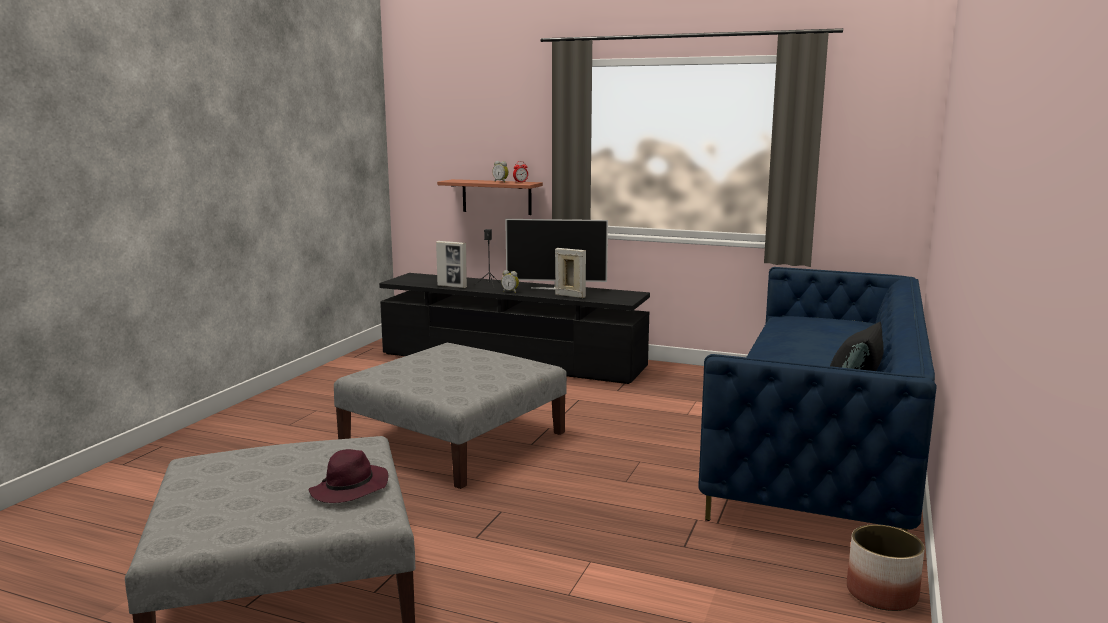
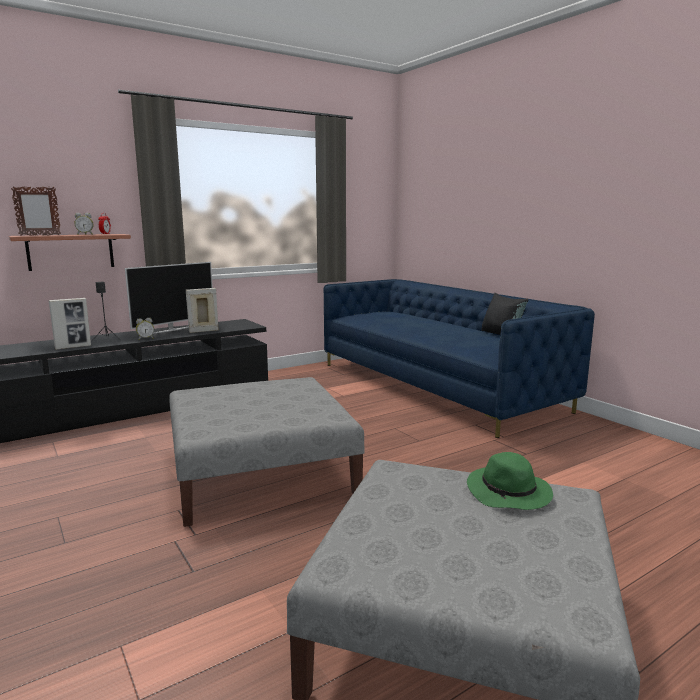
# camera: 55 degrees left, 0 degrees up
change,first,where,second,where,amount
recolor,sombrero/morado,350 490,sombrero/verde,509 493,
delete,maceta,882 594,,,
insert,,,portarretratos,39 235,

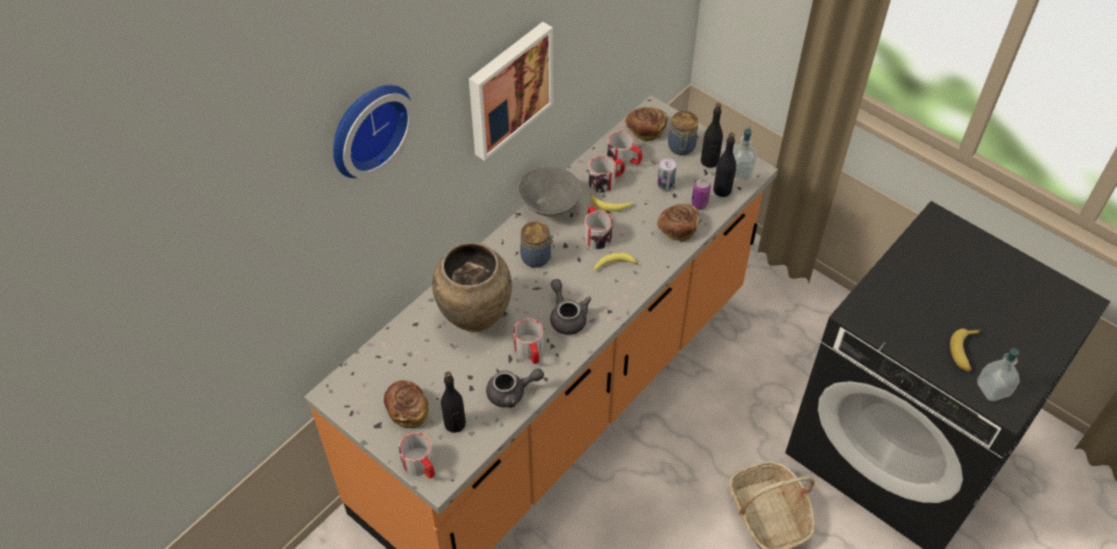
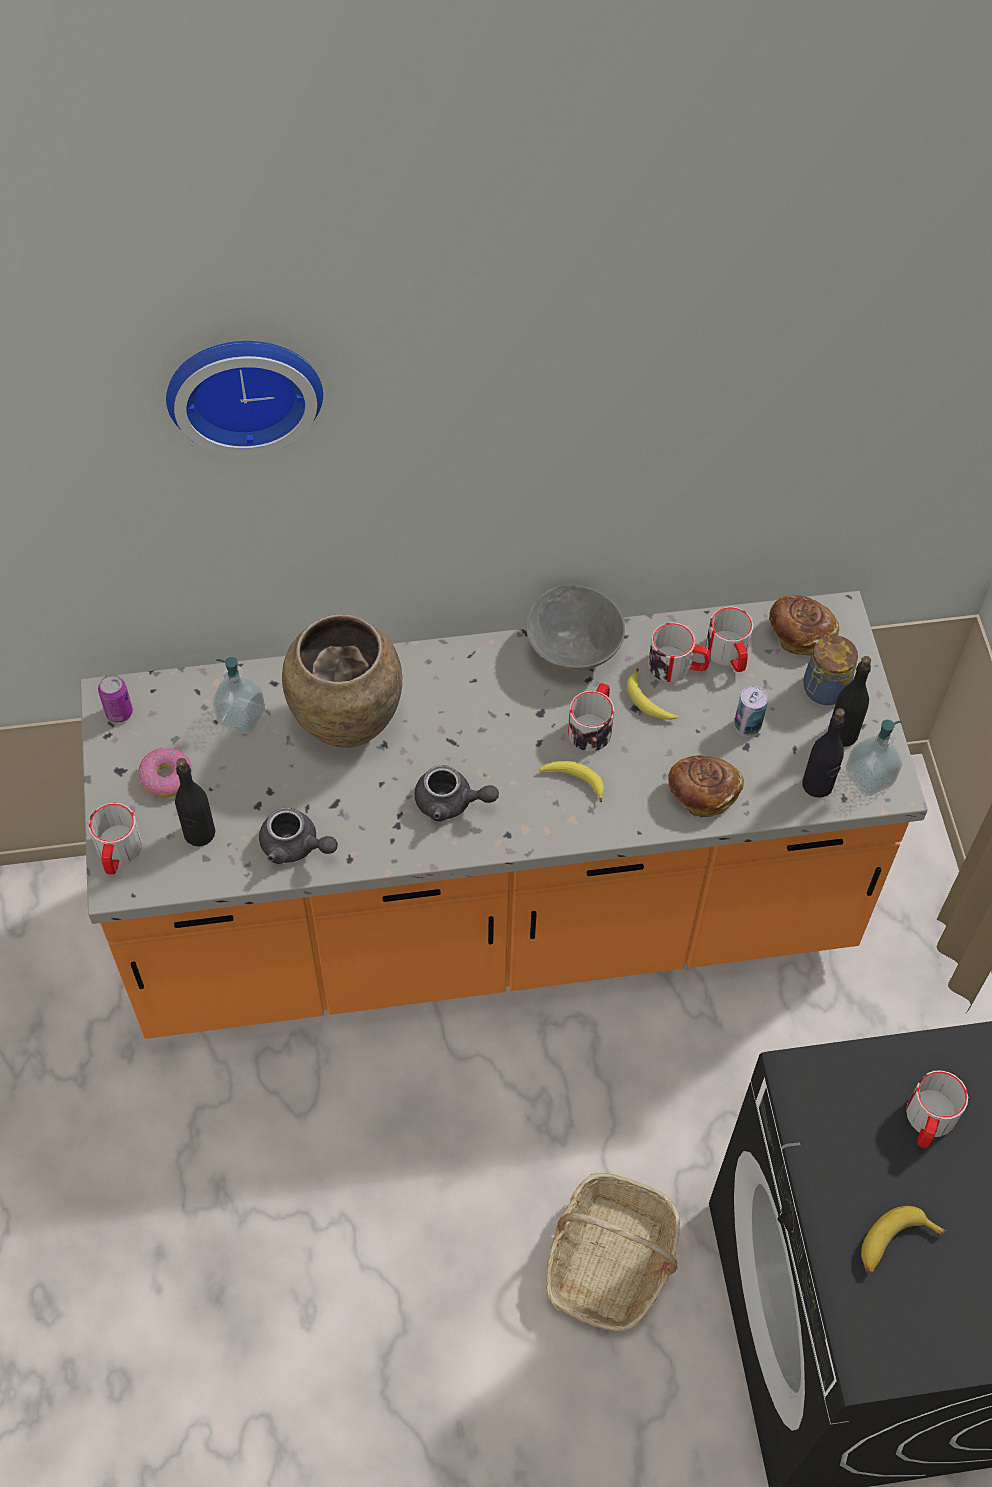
# camera: 40 degrees right, 5 degrees up
change,first,where,second,where,amount
replace,pan,407 410,rosquilla,166 777,
delete,cuadro,508 89,,,
move,taza grande,530 351,,928 1122,
delete,tarro,537 257,,,
rotate,tetera/gris,567 316,,451 803,90 degrees clockwise
move,lata,699 204,,119 712,
move,dispensador de jabón,993 389,,241 716,

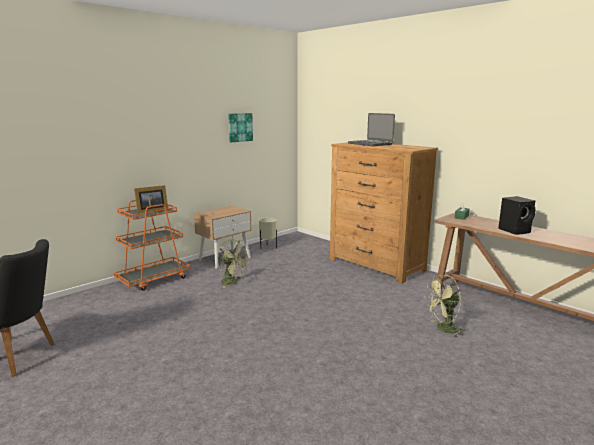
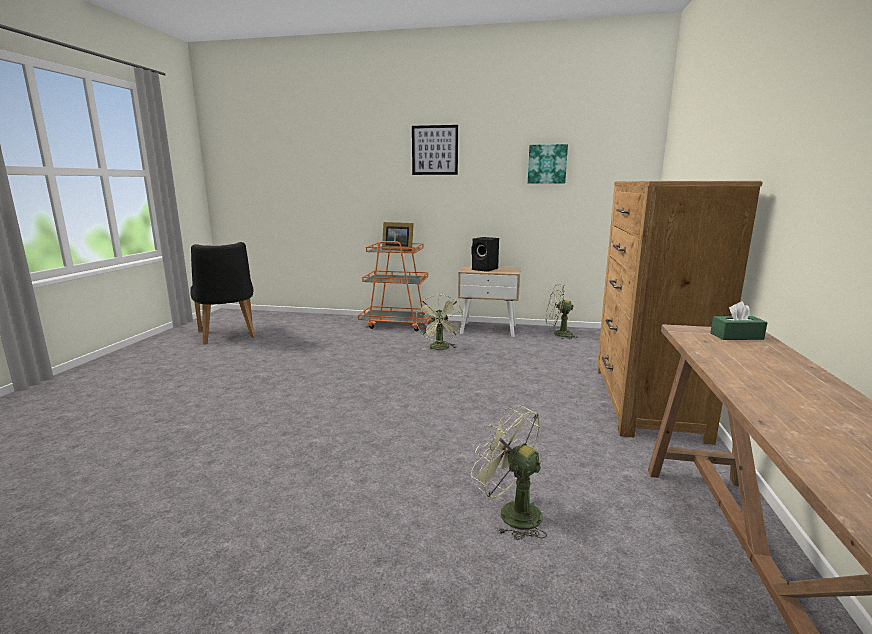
# camera: 55 degrees right, 0 degrees up
change,first,where,second,where,amount
replace,maceta/beis,268 247,ventilador/verde,558 334,
delete,portátil,370 144,,,
move,altavoz/negro,515 231,,485 269,
insert,,,cuadro,434 150,

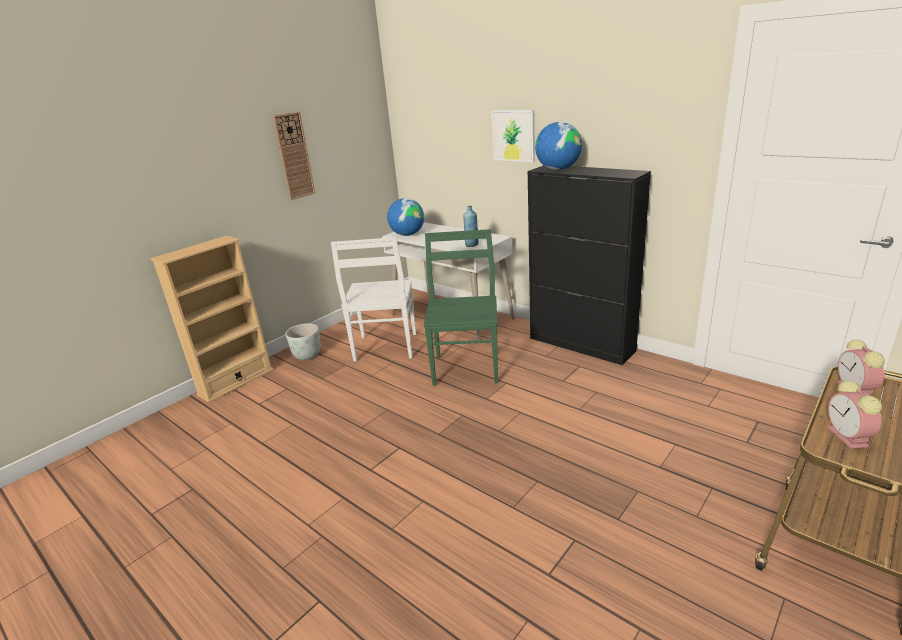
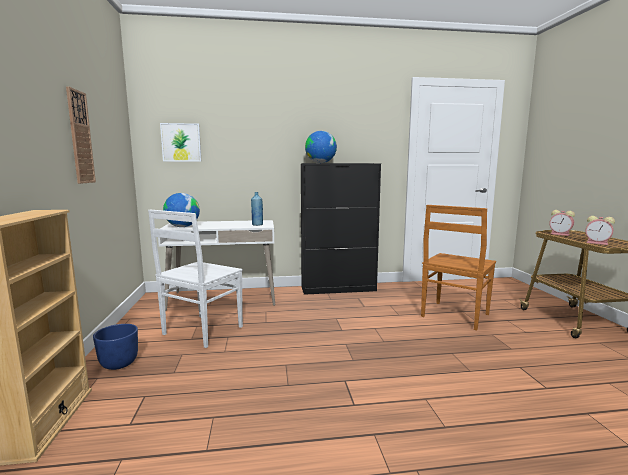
# camera: 50 degrees left, 15 degrees down
change,first,where,second,where,amount
recolor,maceta/gris,307 355,maceta/azul,119 364,
rotate,silla/blanco,385 348,,201 331,75 degrees clockwise
delete,silla/verde,466 368,,,
move,cuadro,513 135,,181 142,
insert,,,silla/marrón,454 316,

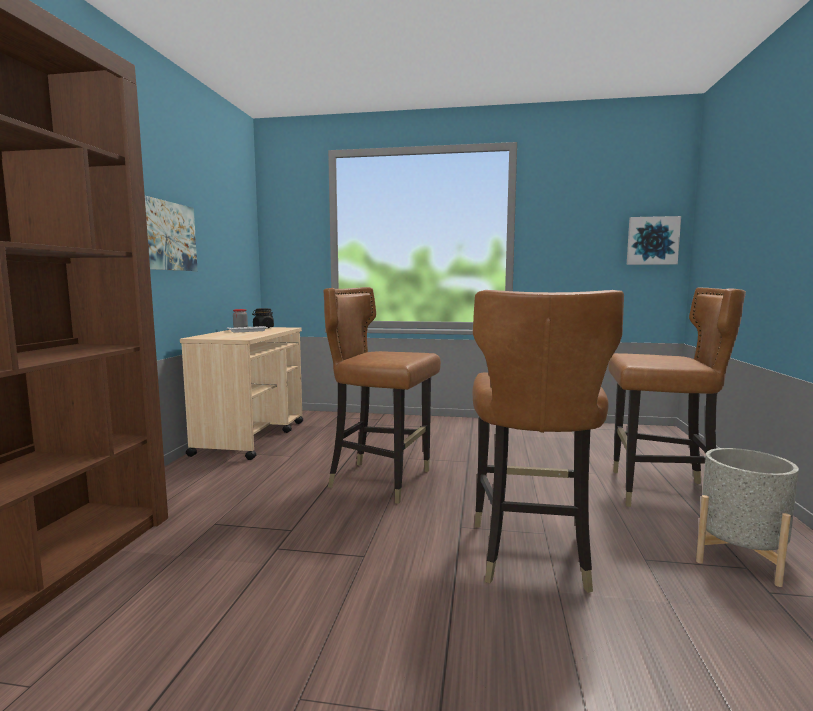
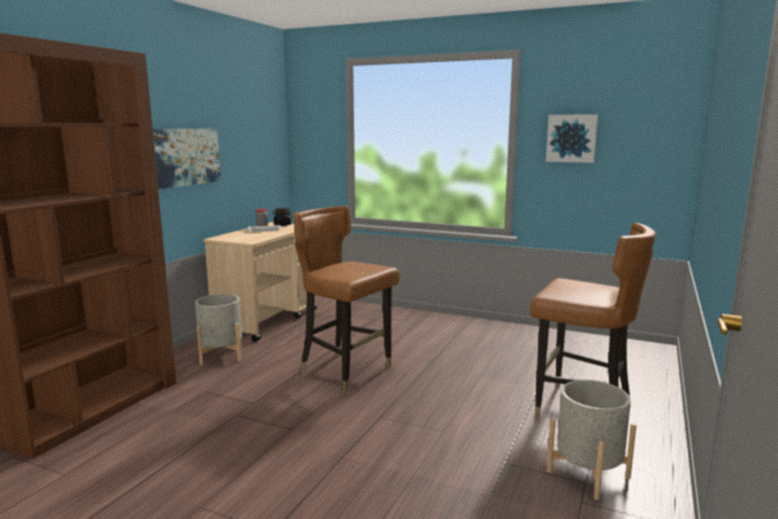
# camera: 15 degrees right, 5 degrees up
change,first,where,second,where,amount
delete,silla/marrón,531 553,,,
move,cuadro,652 241,,571 138,
insert,,,maceta/gris,221 355,

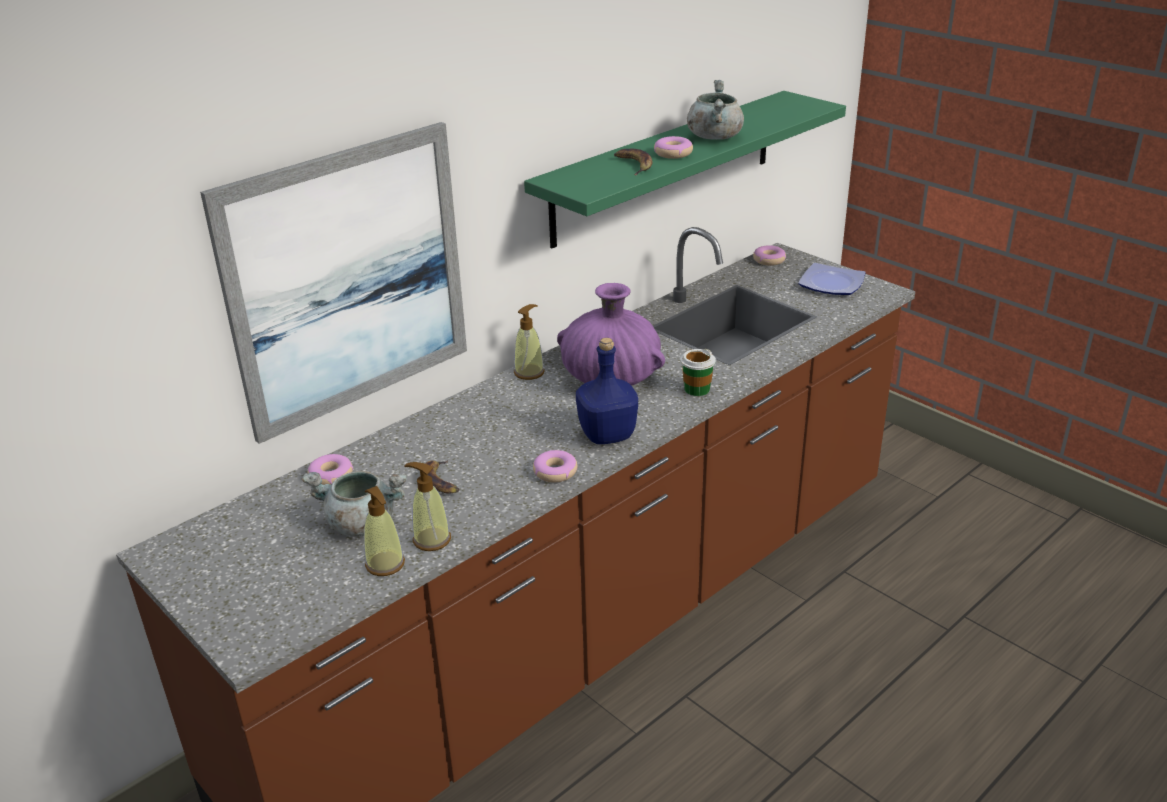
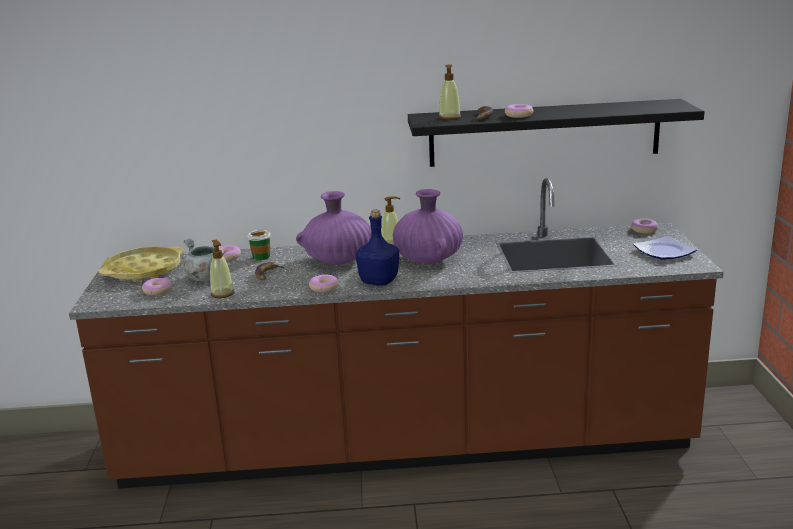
# camera: 40 degrees right, 10 degrees down
change,first,where,second,where,amount
delete,cuadro,348 280,,,
move,dispensador de jabón,385 564,,449 117,
recolor,estante/verde,665 167,estante/negro,544 133,
move,taza,696 389,,261 257,
delete,olla/gris,714 136,,,
insert,,,bandeja/amarillo,144 270,
insert,,,rosquilla,157 290,
insert,,,florero/morado,339 260,

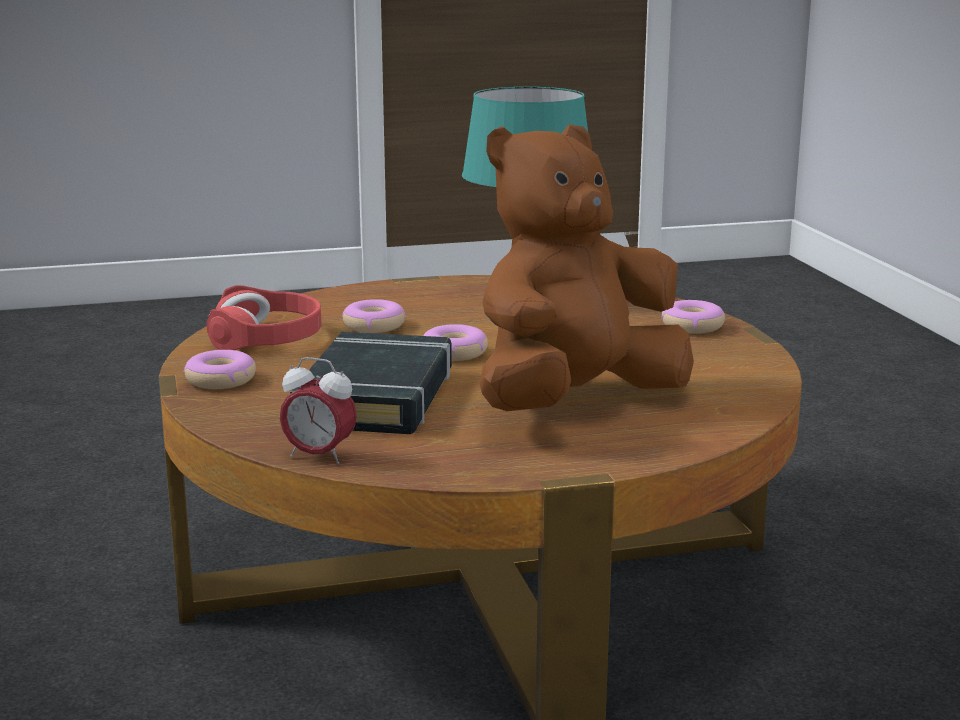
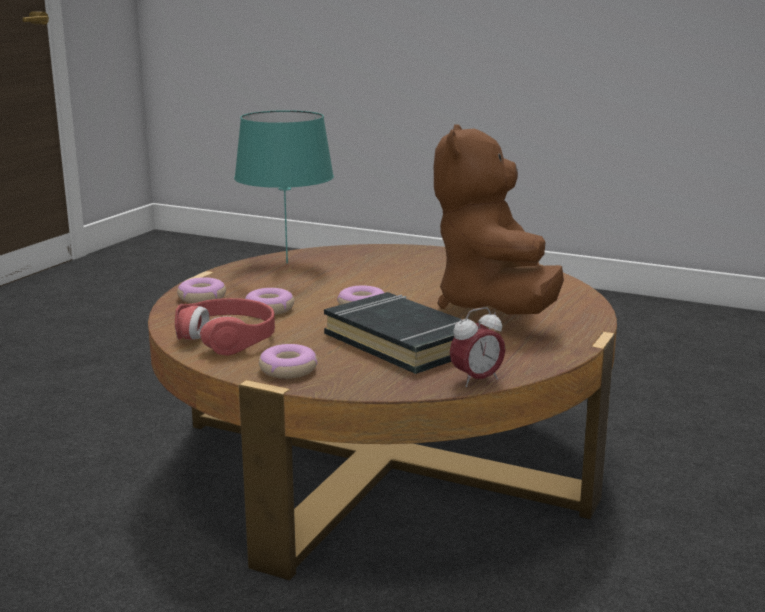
# camera: 50 degrees left, 0 degrees up
change,first,where,second,where,amount
move,rosquilla,692 326,,202 298,

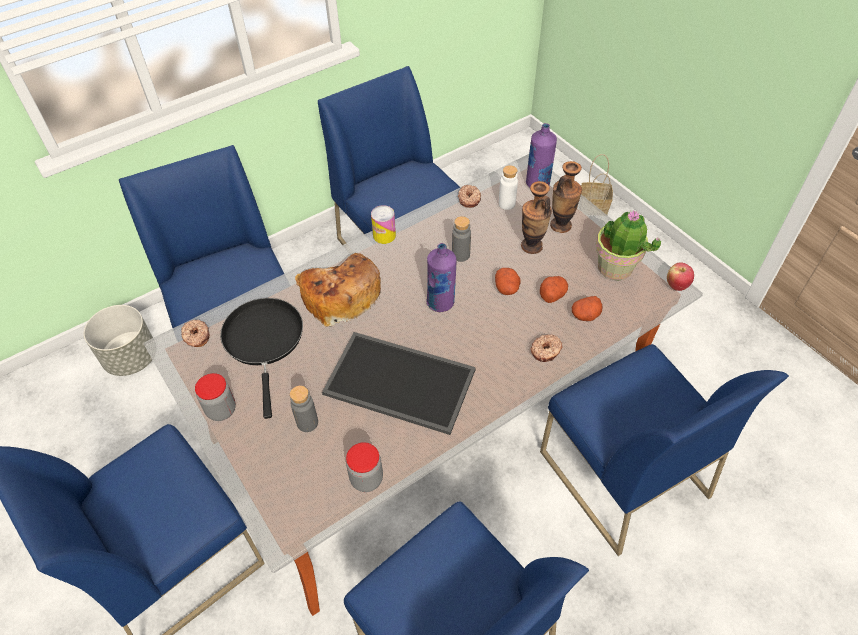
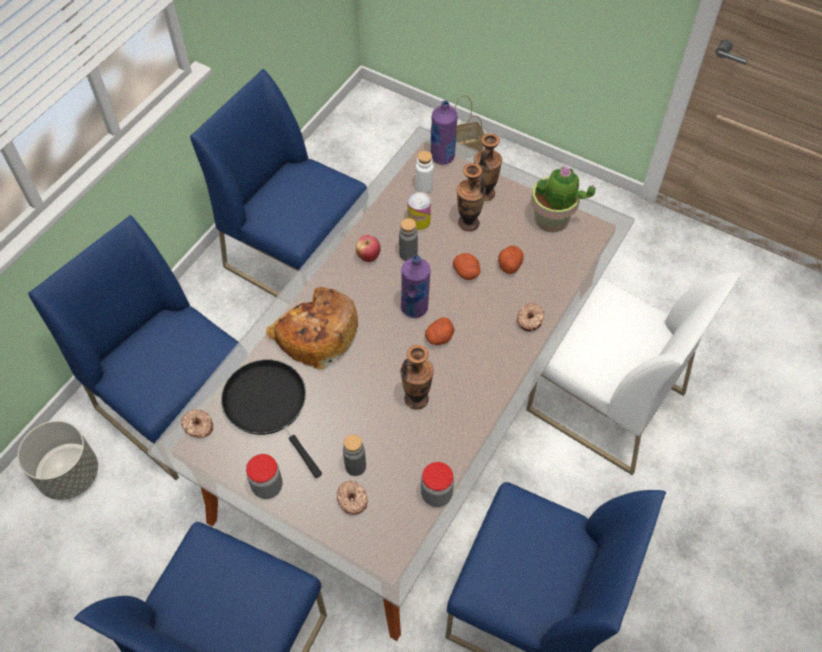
# camera: 25 degrees left, 5 degrees up
change,first,where,second,where,amount
replace,bandeja,397 383,florero,416 399,
move,lata,384 235,,419 220,
move,rosquilla,469 199,,352 500,
recolor,silla/azul,621 473,silla/blanco,604 401,
move,patata,585 315,,439 337,
move,manzana,676 285,,368 256,

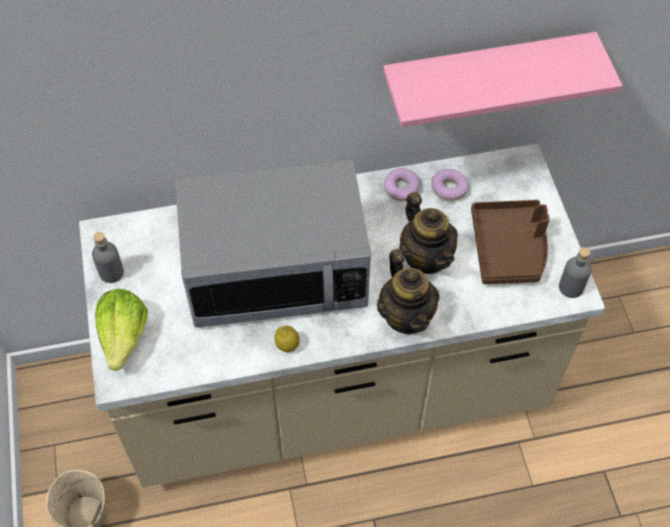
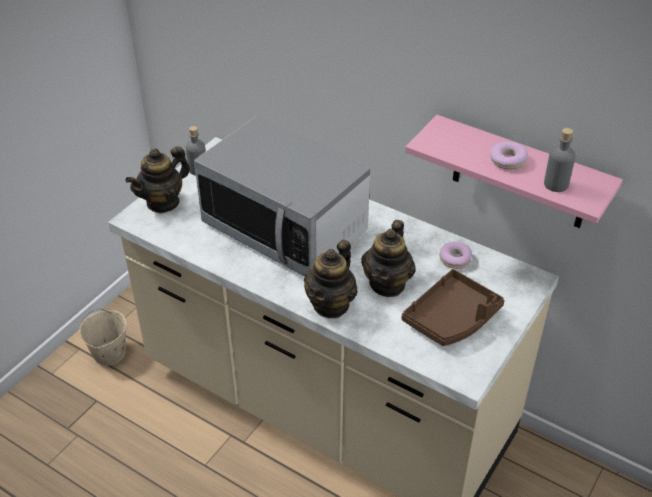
# camera: 45 degrees right, 15 degrees down
change,first,where,second,where,amount
replace,lechuga,124 337,tetera,163 202,
delete,limón,287 345,,,
move,rosquilla,401 188,,507 160,
move,botella/gris,571 287,,555 184,

